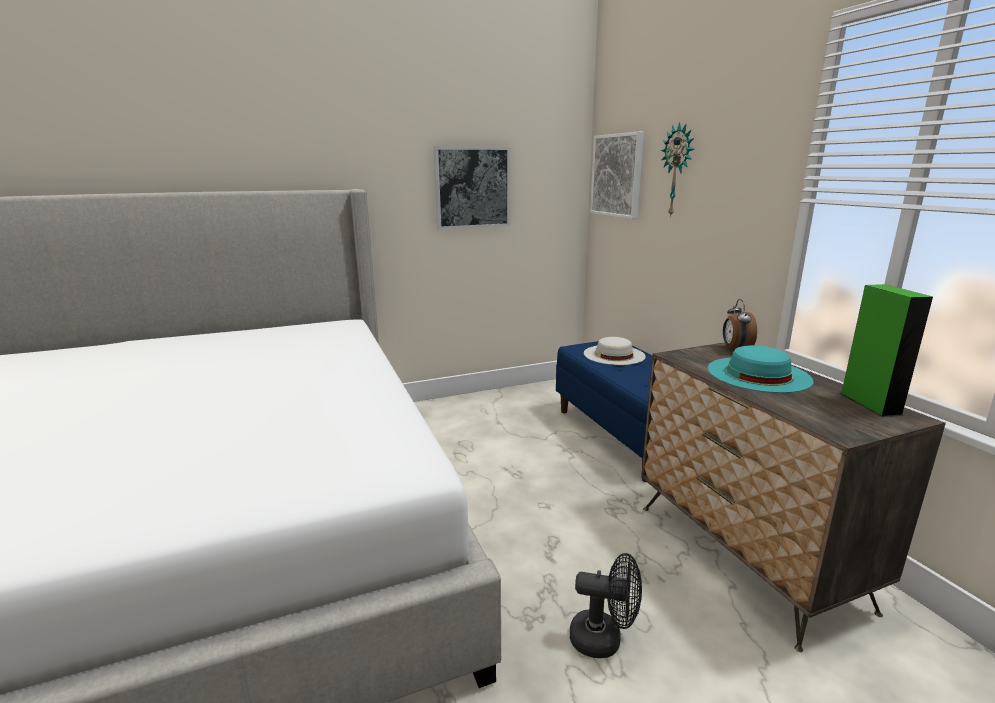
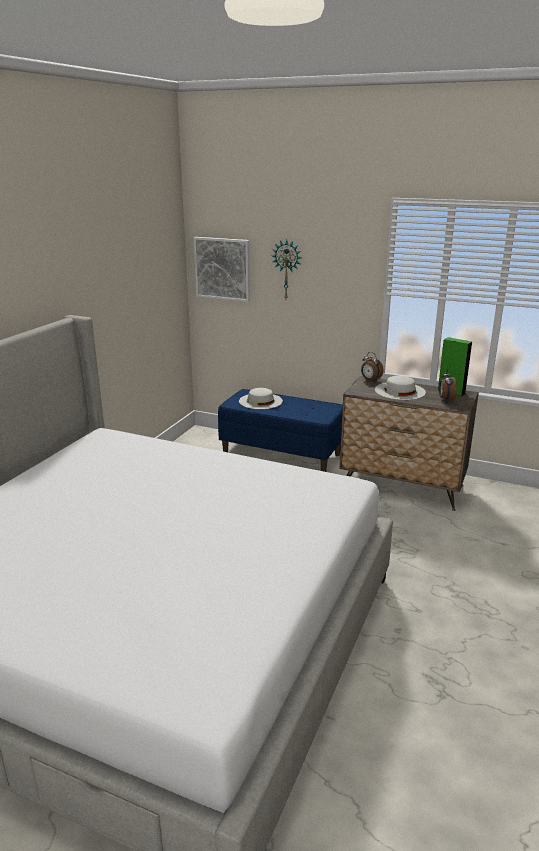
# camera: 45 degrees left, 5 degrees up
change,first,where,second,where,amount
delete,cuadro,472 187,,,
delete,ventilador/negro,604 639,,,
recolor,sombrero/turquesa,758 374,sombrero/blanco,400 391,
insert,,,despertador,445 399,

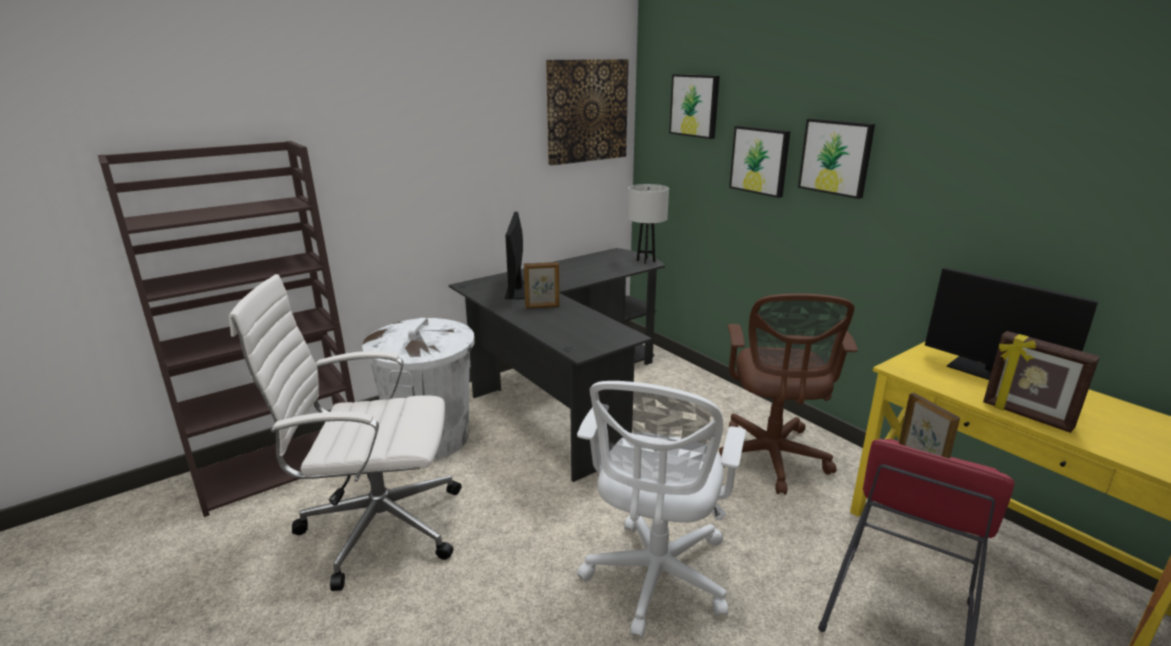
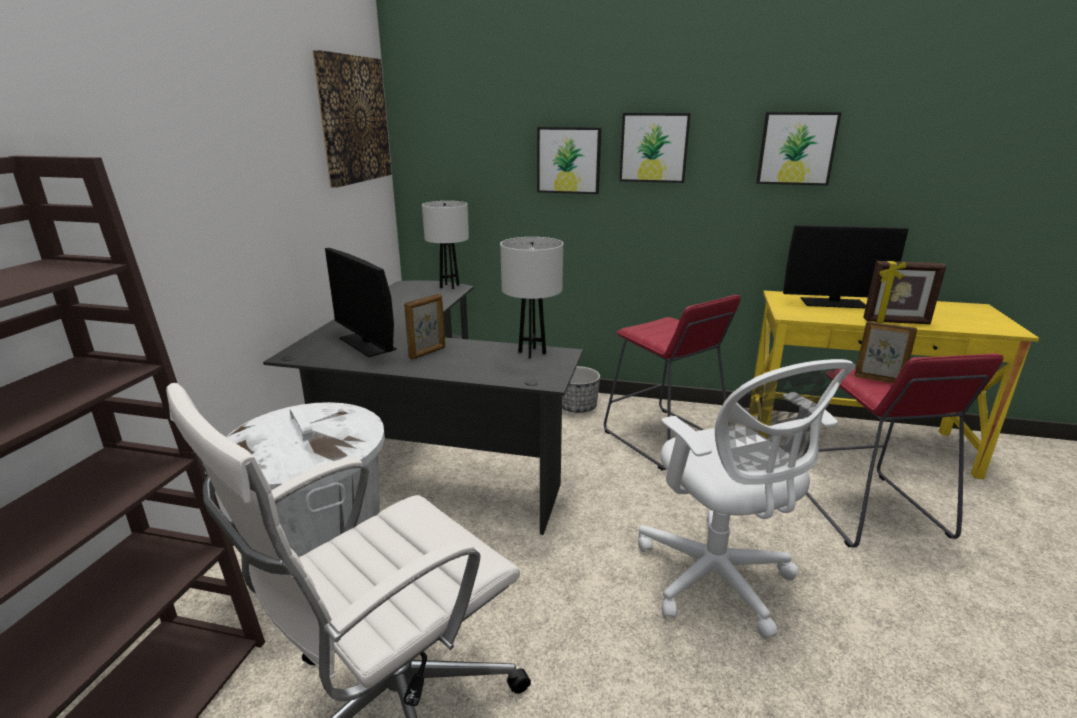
# camera: 40 degrees left, 0 degrees up
change,first,where,second,where,amount
move,cuadro,695 105,,796 148,
replace,silla de oficina/marrón,771 460,taburete/rojo,664 438,
insert,,,lámpara de mesa/blanco,532 353,
insert,,,maceta,577 407,

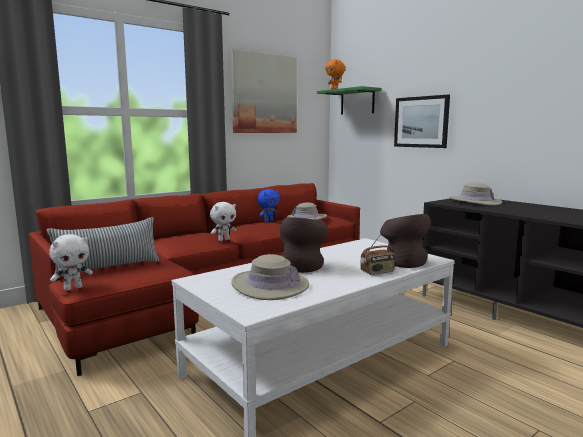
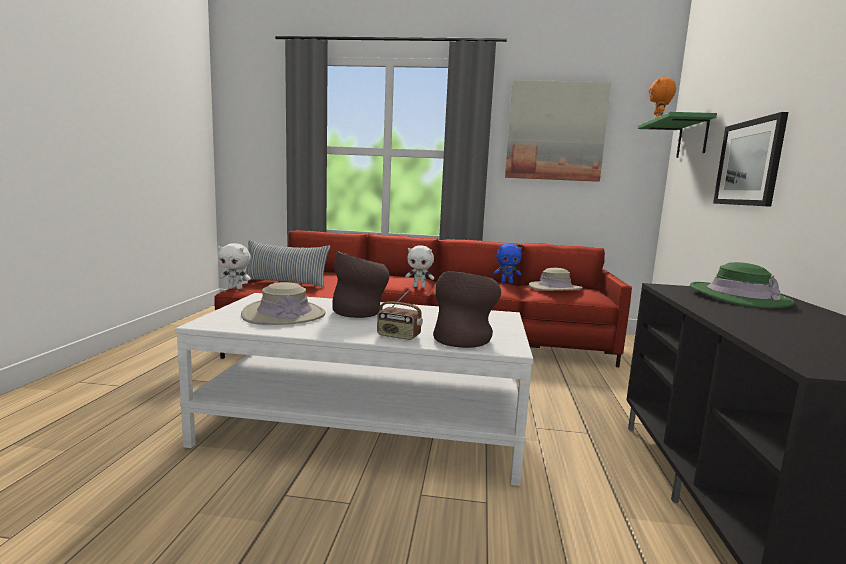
# camera: 45 degrees right, 0 degrees up
change,first,where,second,where,amount
recolor,sombrero/beis,474 201,sombrero/verde,738 297,

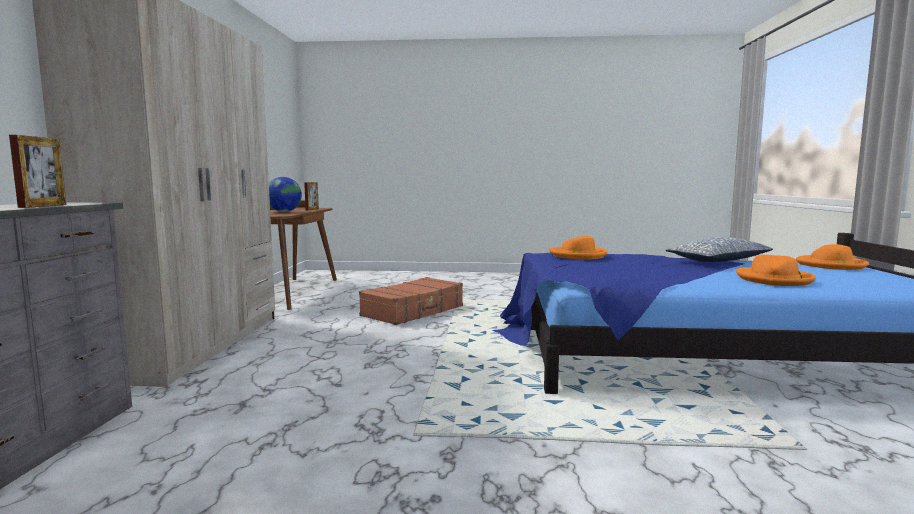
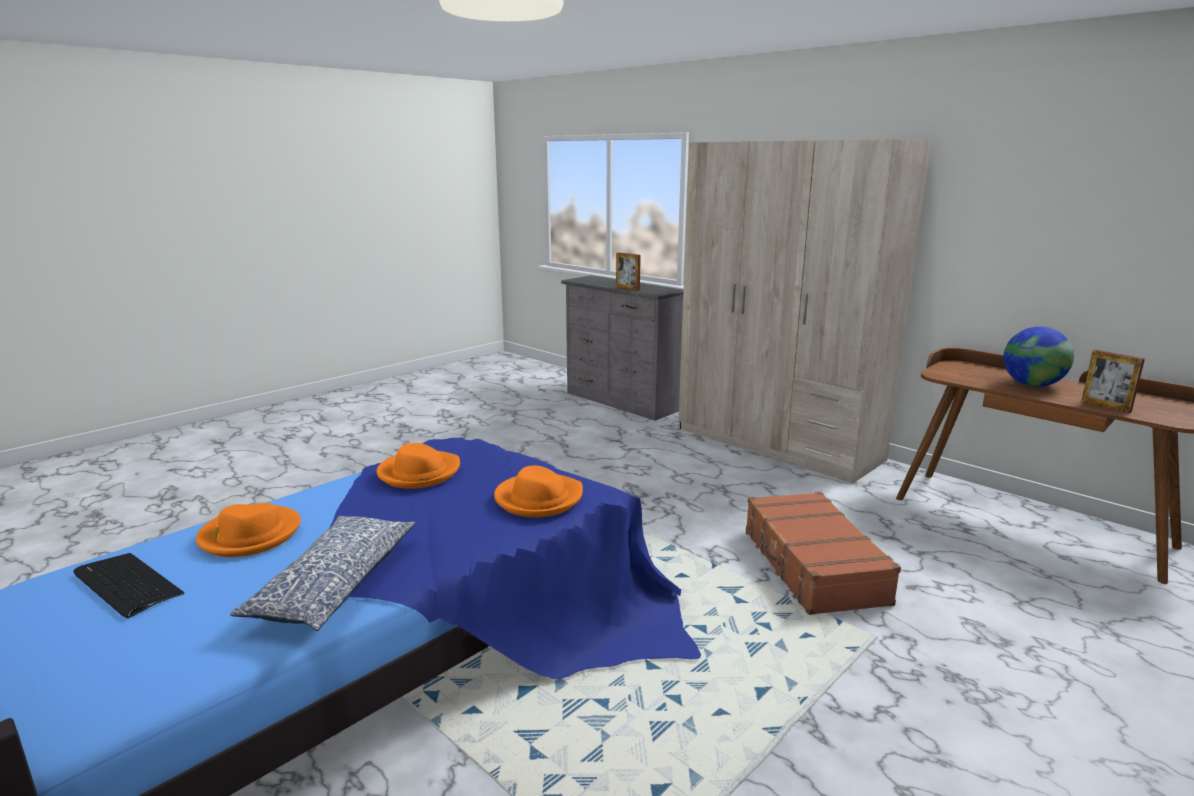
# camera: 130 degrees right, 10 degrees up
change,first,where,second,where,amount
move,sombrero/naranja,831 265,,419 473,
insert,,,teclado,127 585,

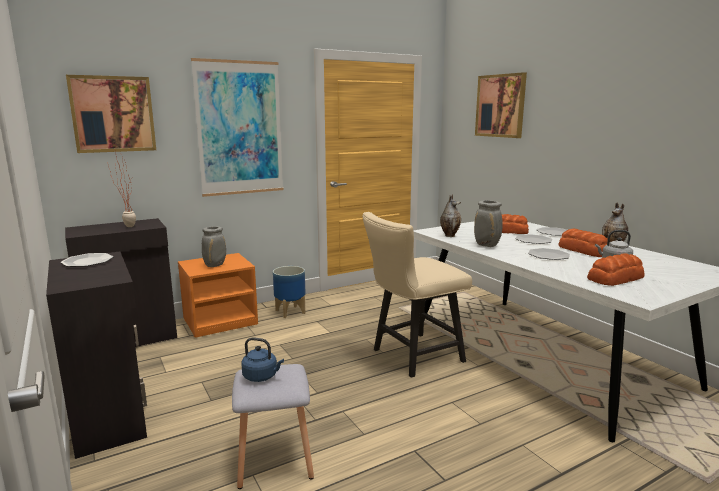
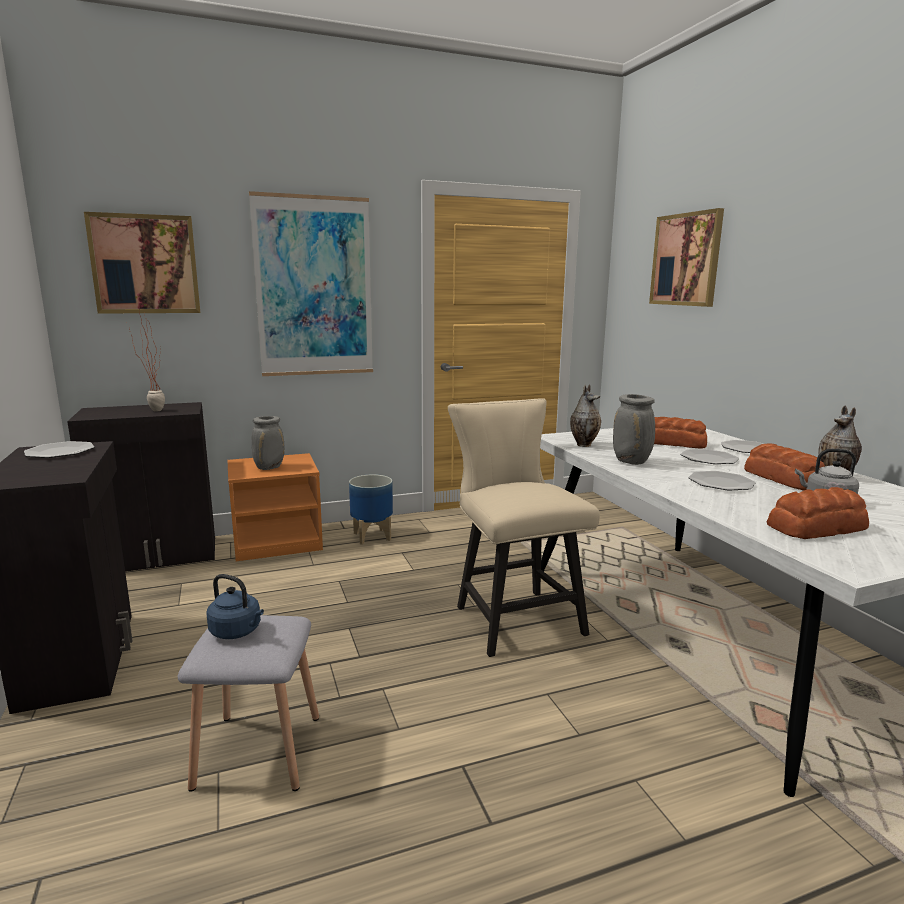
# camera: 10 degrees right, 0 degrees up
change,first,where,second,where,amount
rotate,silla/beis,412 356,,513 616,90 degrees clockwise

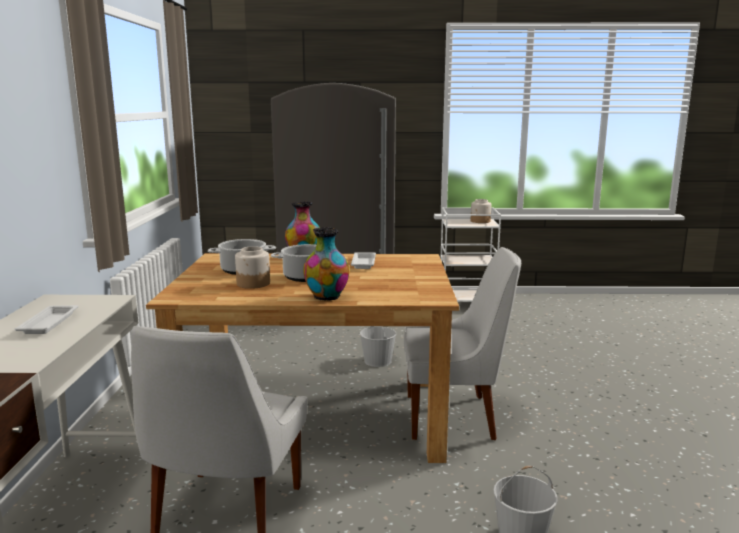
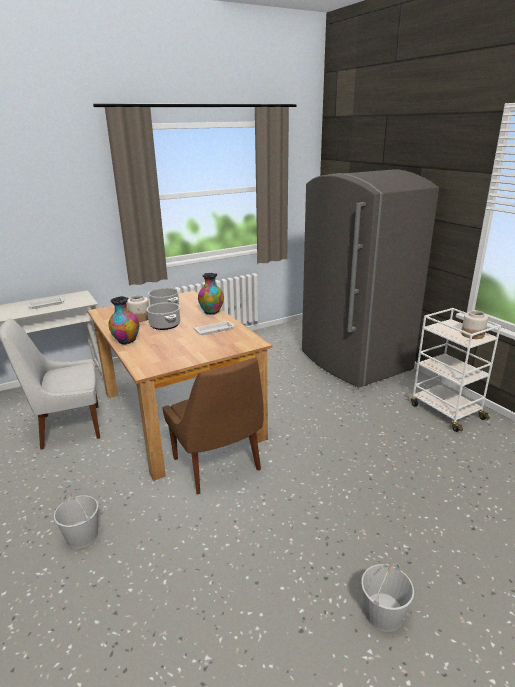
# camera: 60 degrees right, 10 degrees up
change,first,where,second,where,amount
move,cubo/blanco,378 361,,383 614,
recolor,silla/blanco,454 417,silla/marrón,218 466,

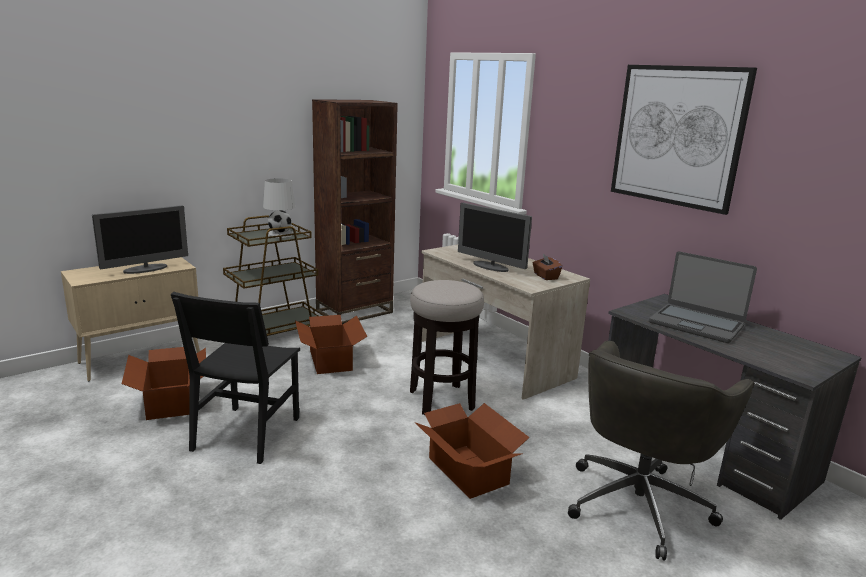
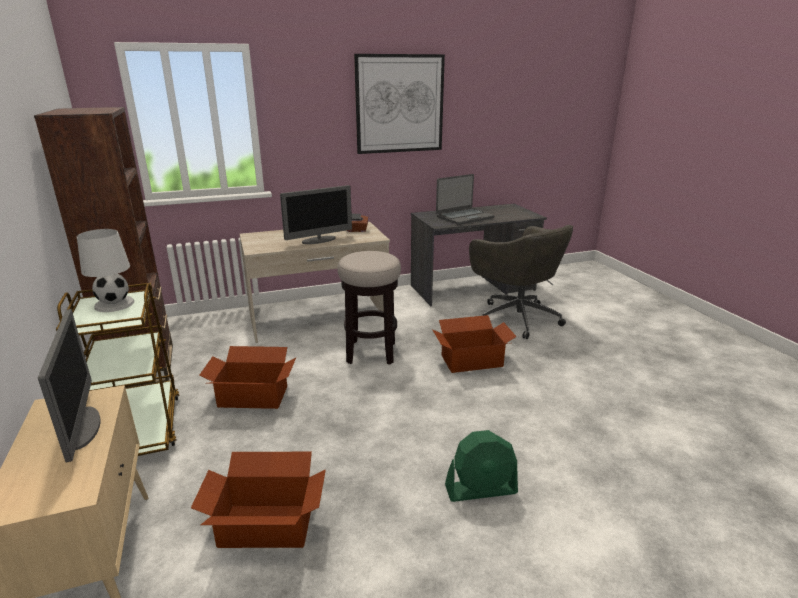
# camera: 70 degrees left, 5 degrees up
change,first,where,second,where,amount
delete,silla/negro,246 433,,,
insert,,,ventilador/verde,481 489,

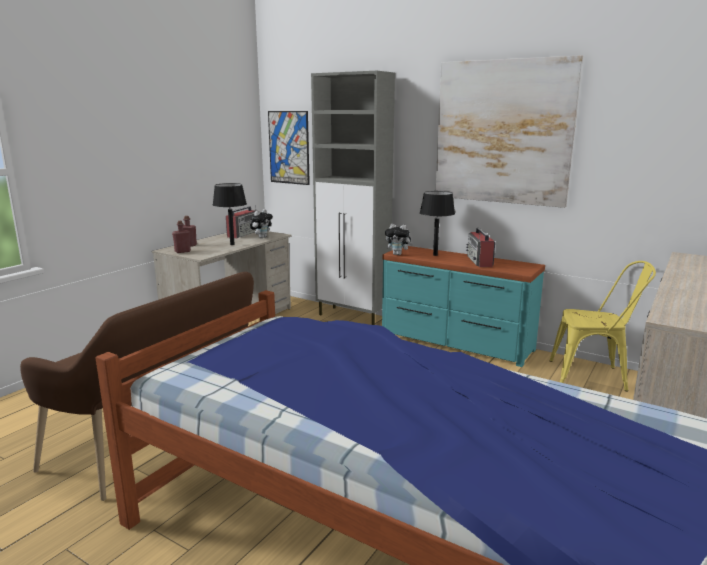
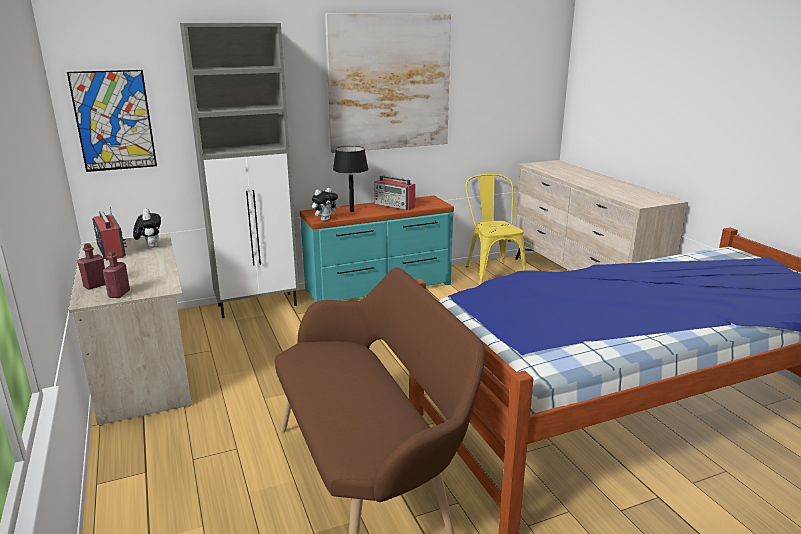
# camera: 55 degrees left, 5 degrees up
change,first,where,second,where,amount
delete,lámpara de mesa/negro,232 244,,,
rotate,silla/amarillo,594 376,,492 271,60 degrees counterclockwise

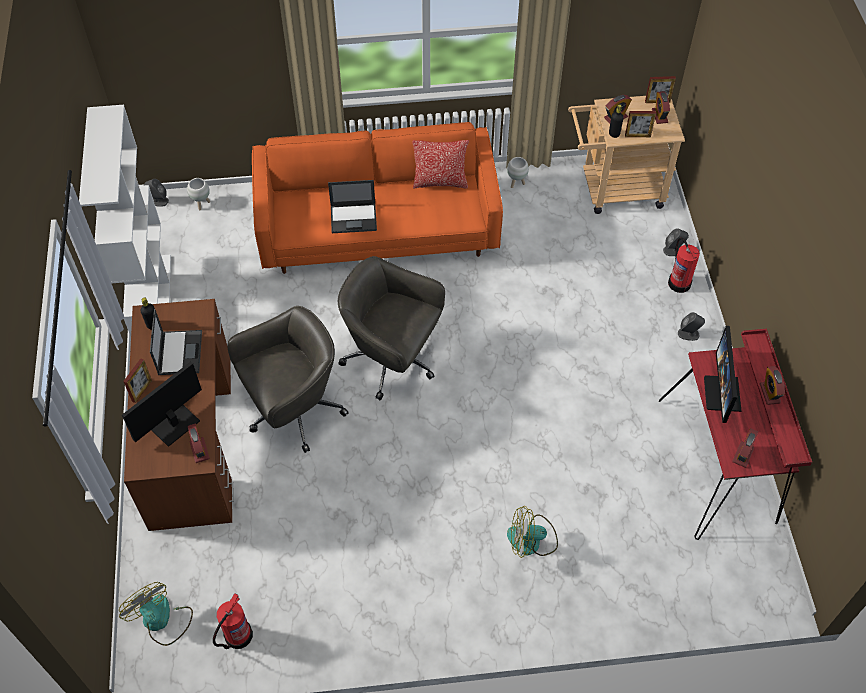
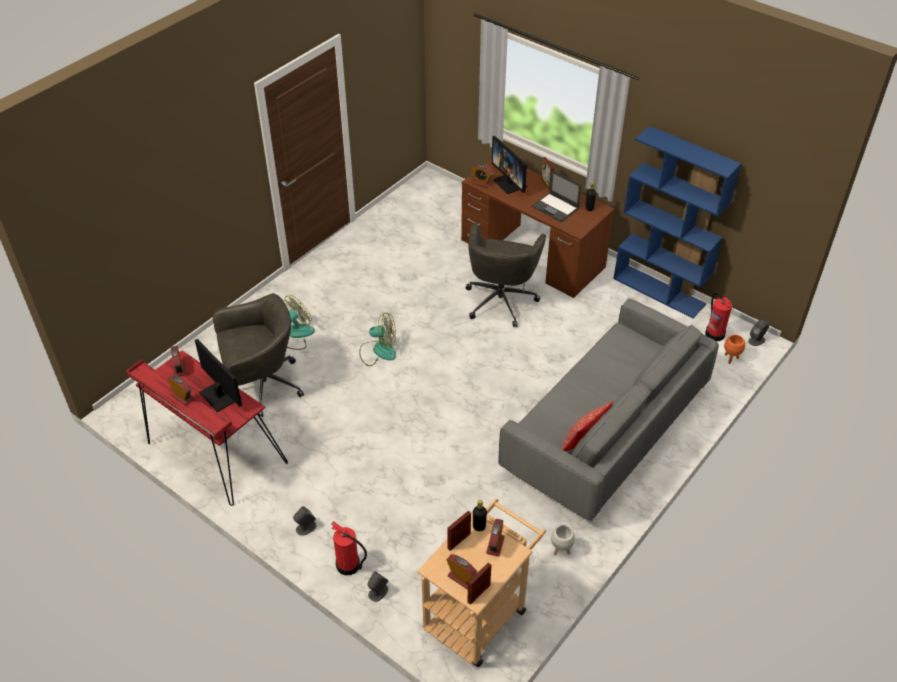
# camera: 135 degrees right, 10 degrees down
change,first,where,second,where,amount
recolor,estantería/blanco,152 300,estantería/azul,659 291,
move,ventilador,161 620,,378 351,
rotate,monitor,173 424,,510 183,150 degrees clockwise
recolor,maceta/blanco,202 204,maceta/naranja,730 358,
move,extintor,237 636,,714 333,
recolor,sofá/naranja,378 229,sofá/gris,605 432,
delete,portátil,354 218,,,
move,silla de oficina/gris,392 360,,261 386,

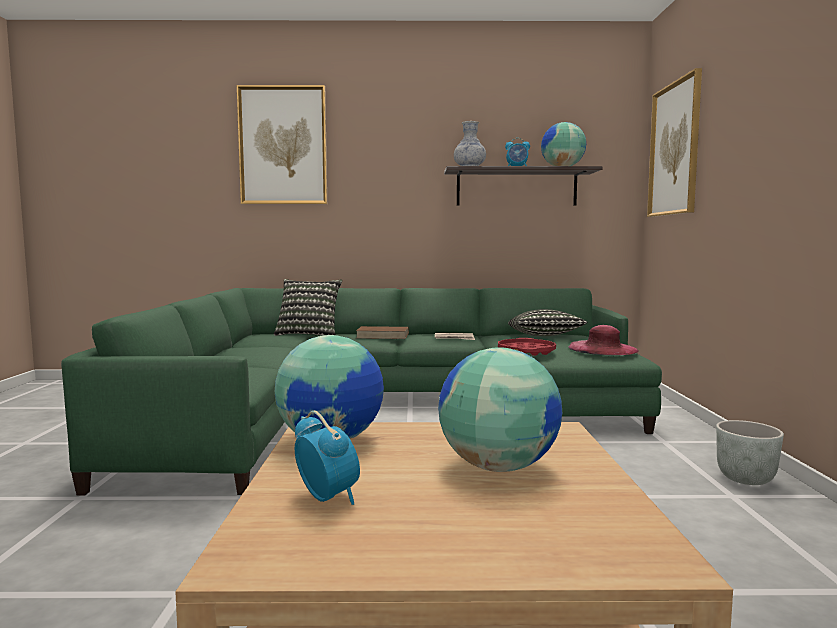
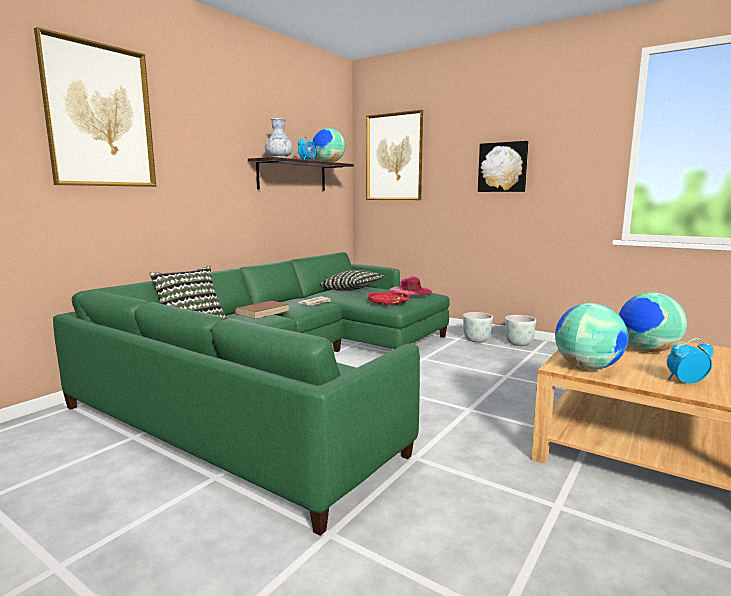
# camera: 55 degrees left, 5 degrees up
change,first,where,second,where,amount
insert,,,maceta/gris,477 340,
insert,,,cuadro,503 167,

